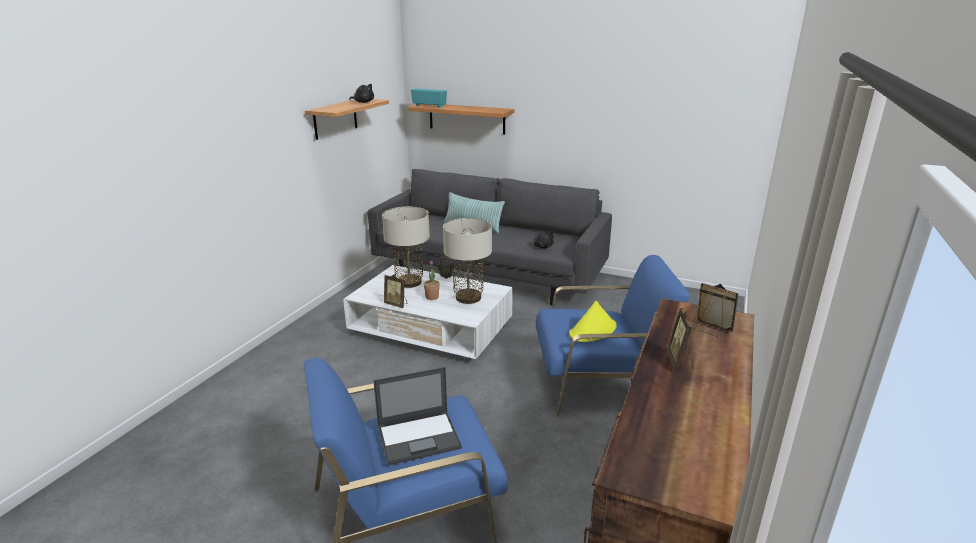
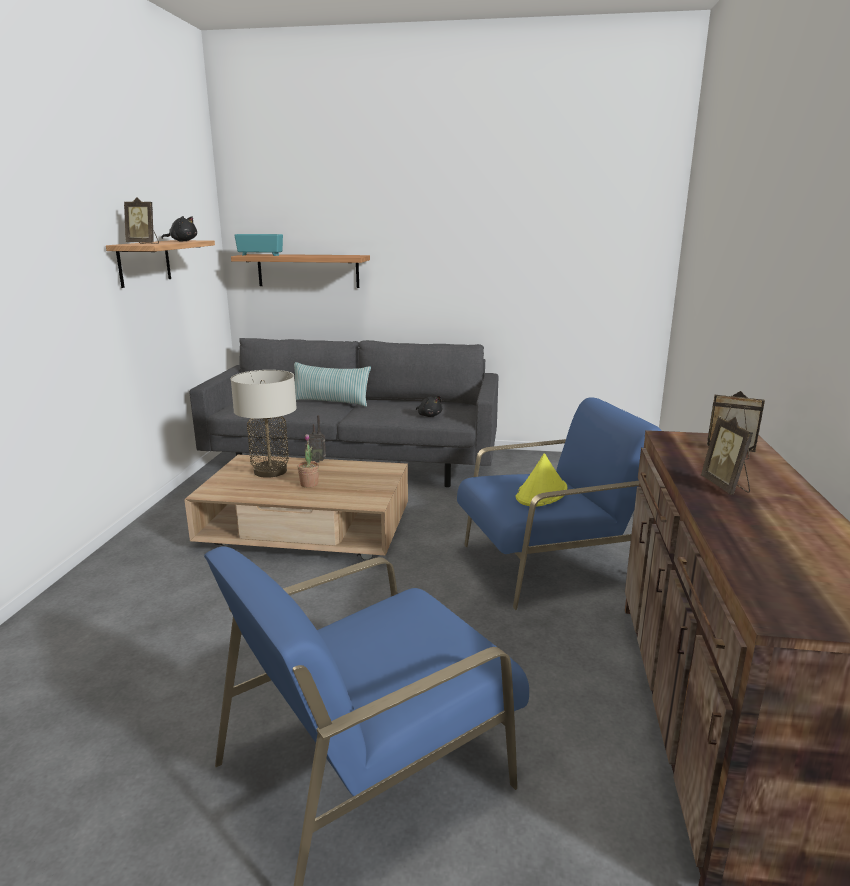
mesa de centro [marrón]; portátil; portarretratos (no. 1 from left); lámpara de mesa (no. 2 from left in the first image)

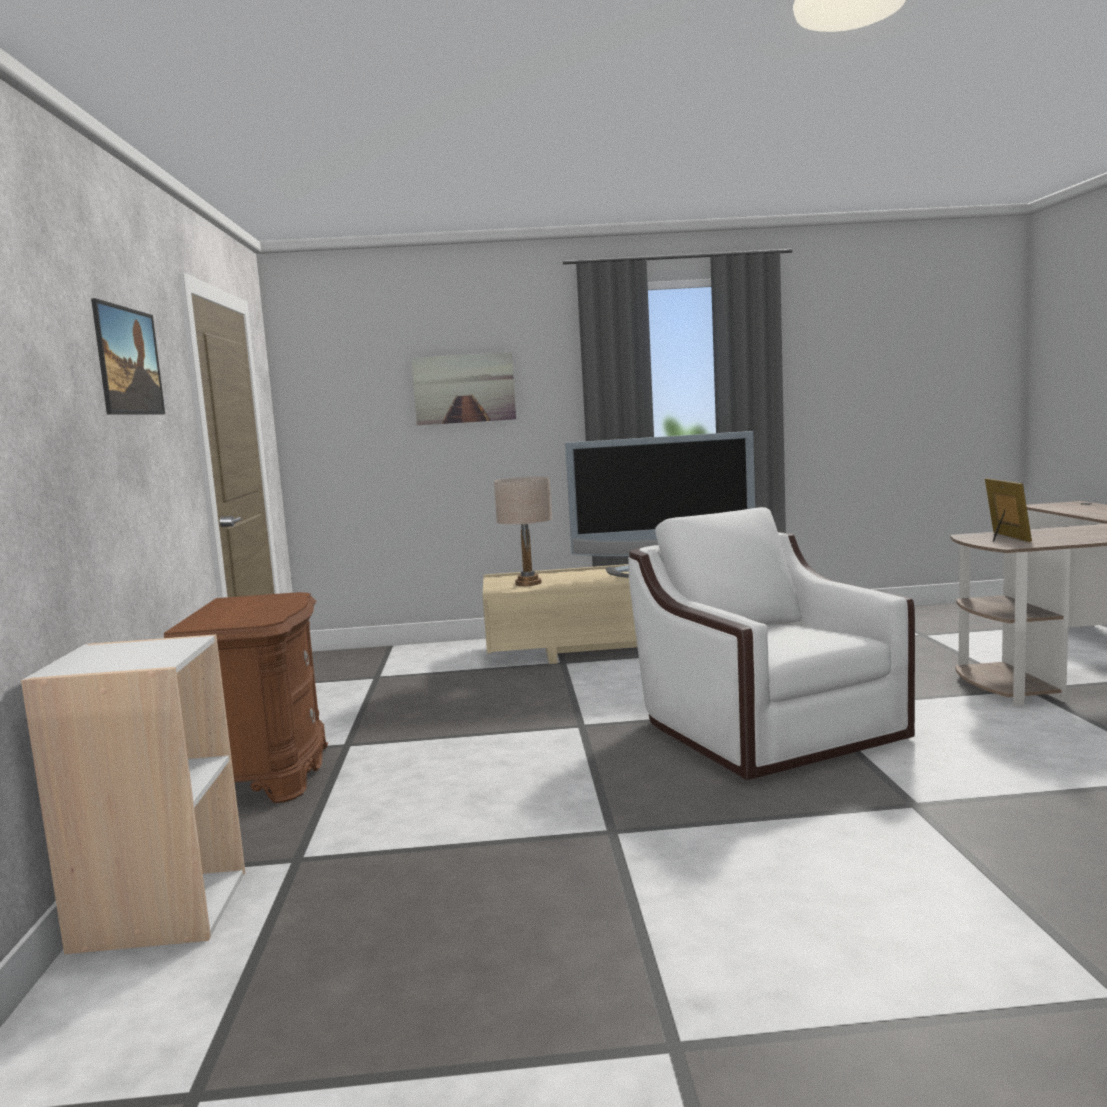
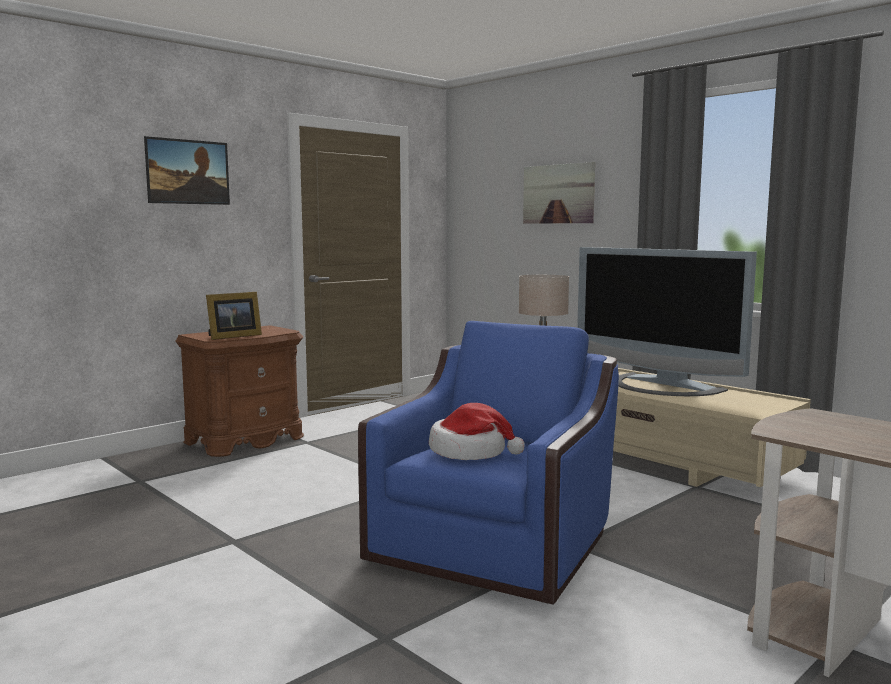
estantería; sillón [azul]; portarretratos; sombrero

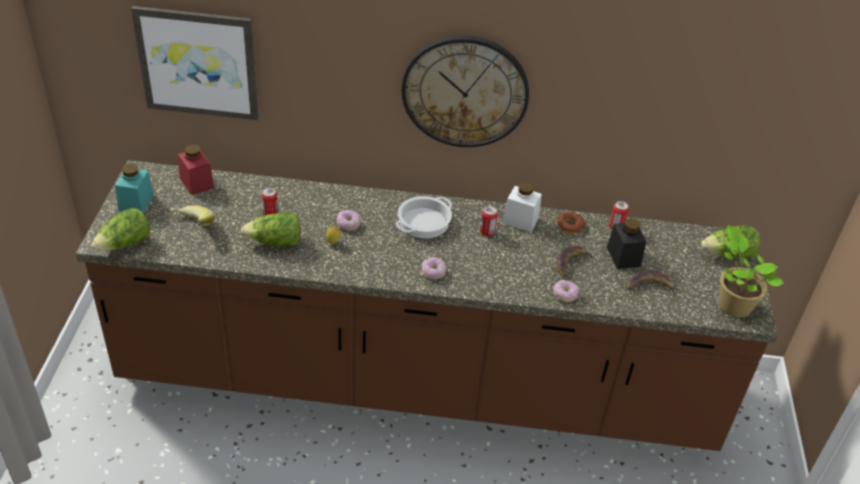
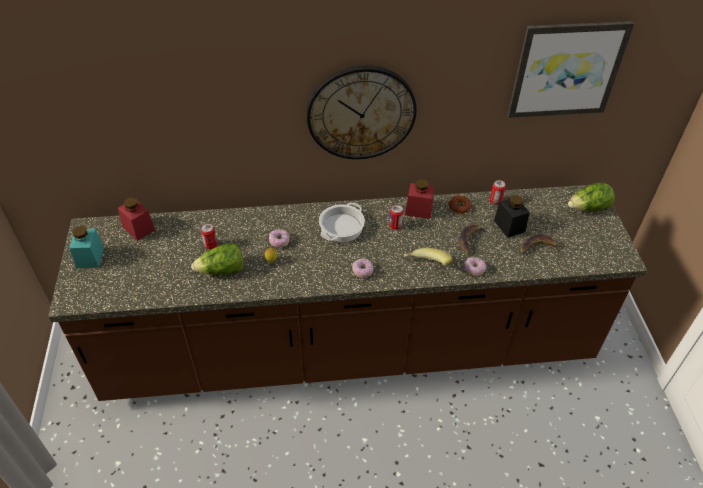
lechuga (no. 1 from left in the first image); cuadro; plátano (no. 1 from left); tarro [rojo] (no. 2 from left); planta en maceta

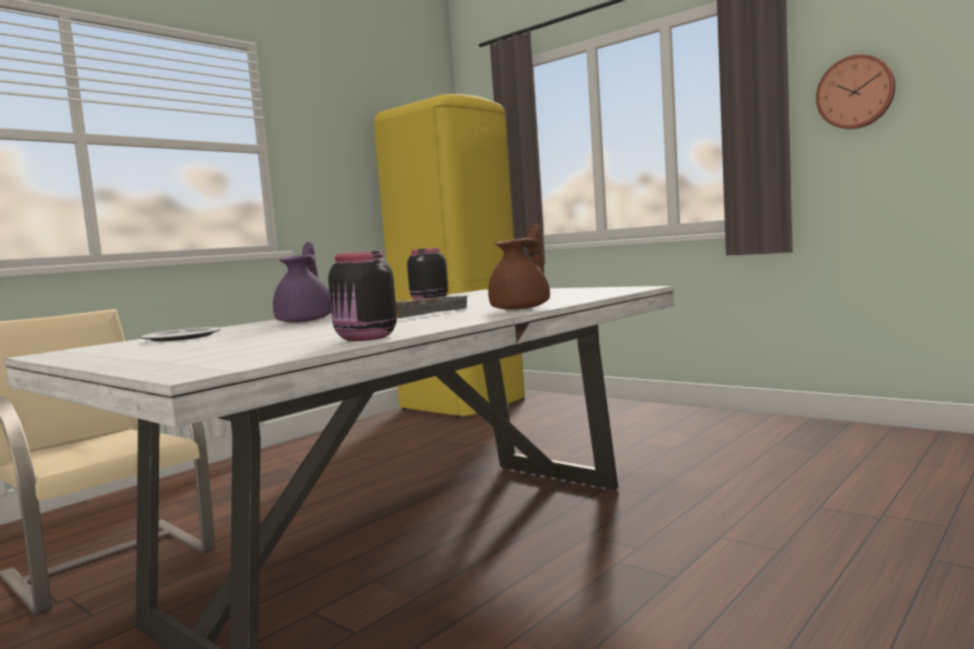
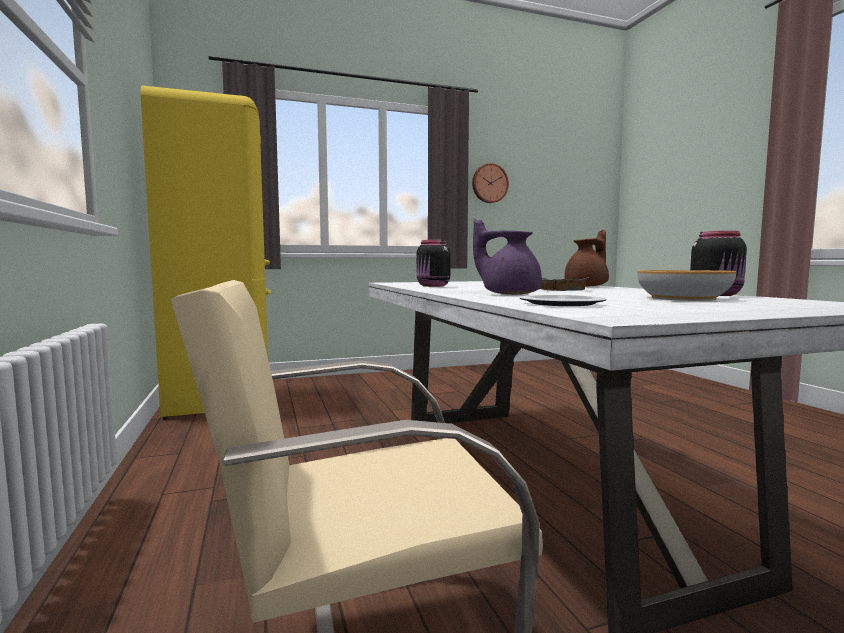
tetera [marrón]; cuenco

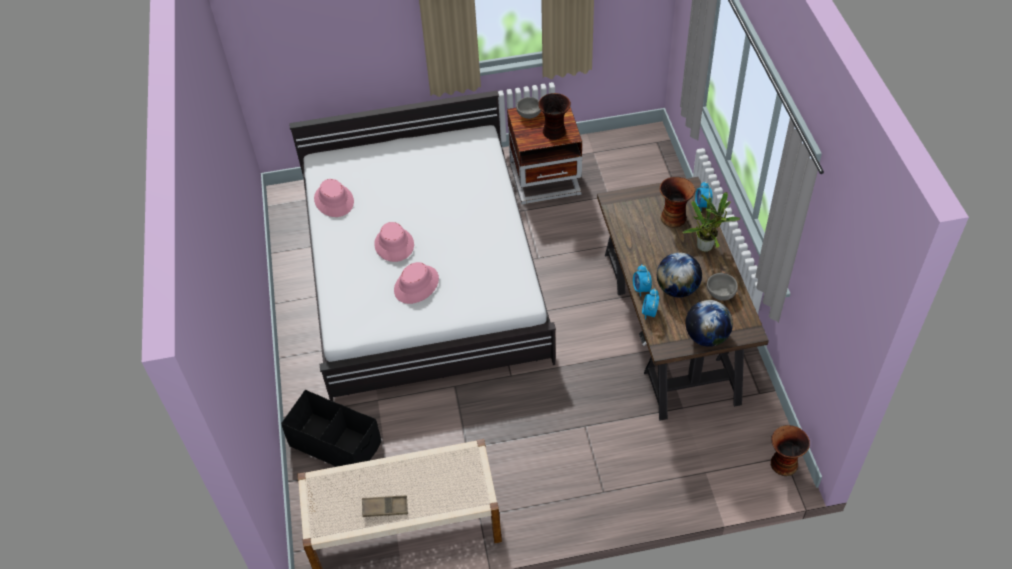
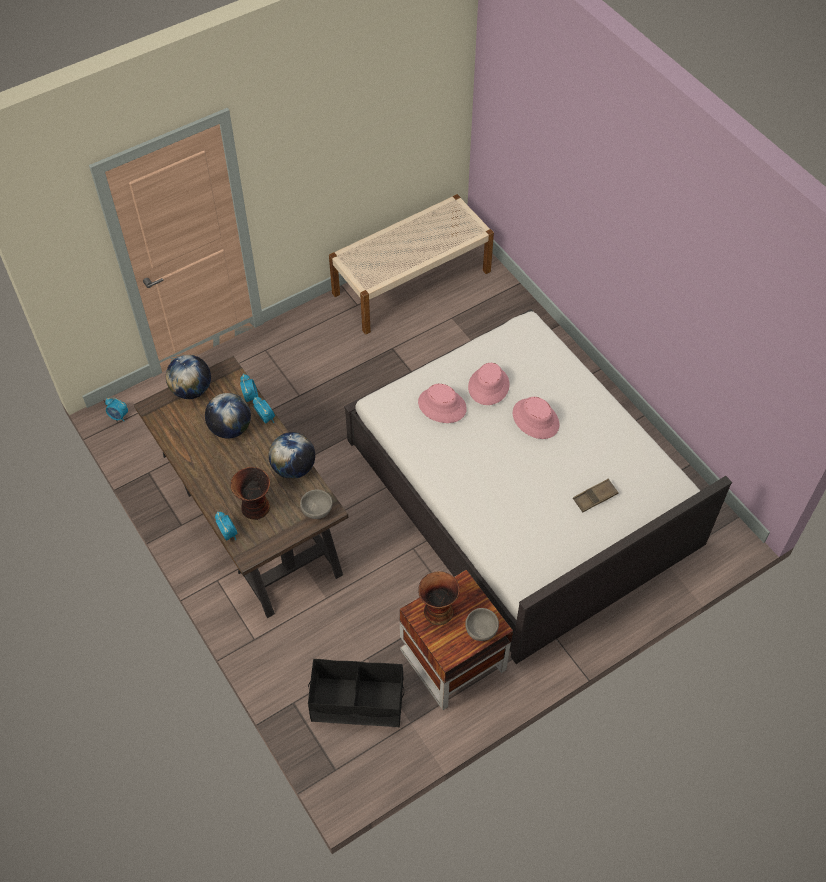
caja de almacenaje [negro]; sombrero [rosa] (no. 1 from left); bandeja [marrón]; planta en maceta; cuenco [gris] (no. 1 from left); despertador (no. 1 from left); globo terráqueo (no. 3 from left)

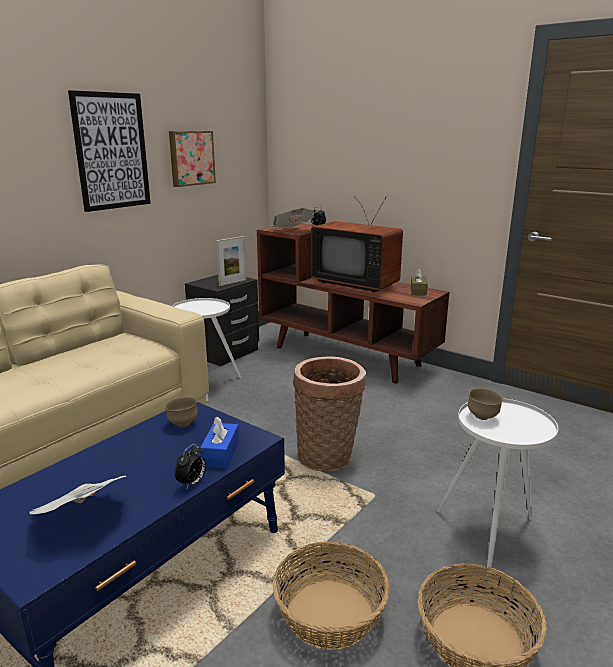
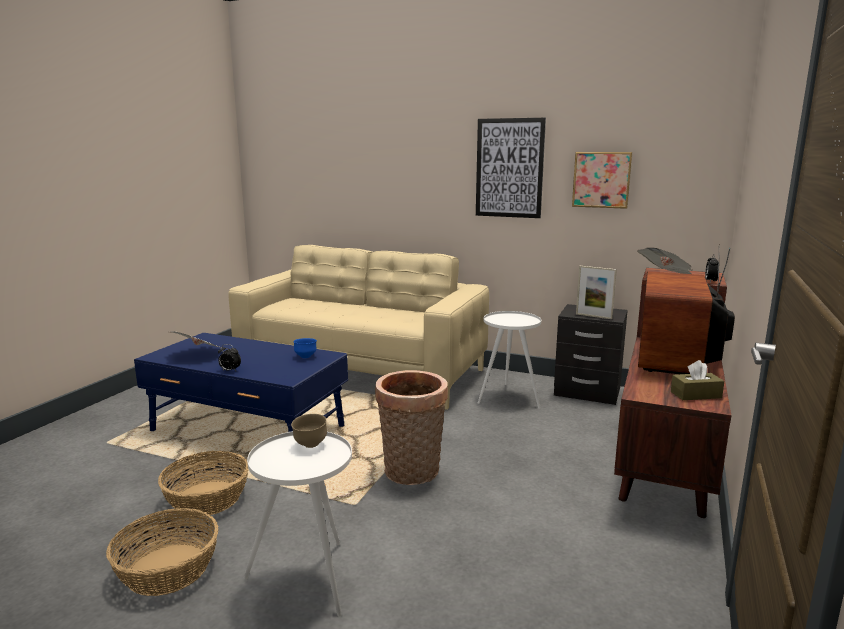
cuenco [azul]; caja de pañuelos [azul]

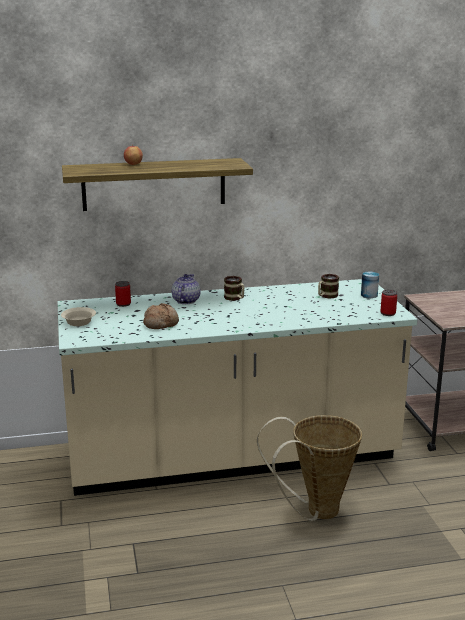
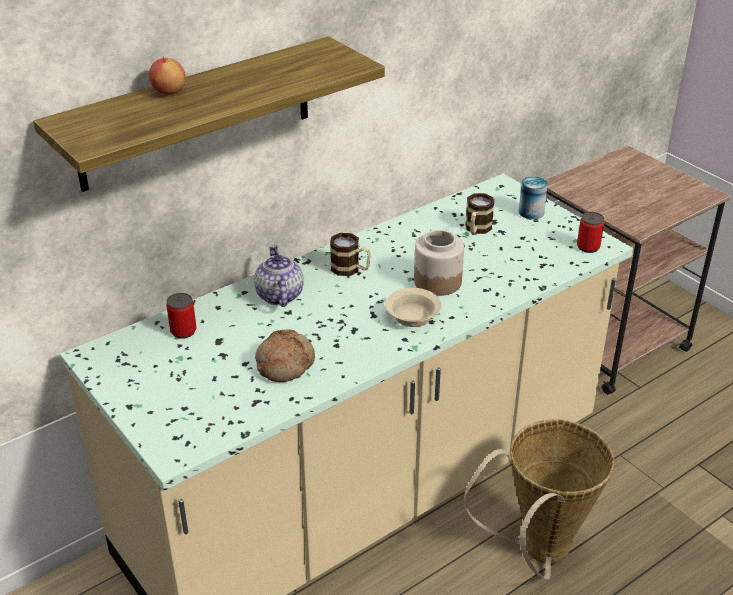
cuenco [beis]; tarro

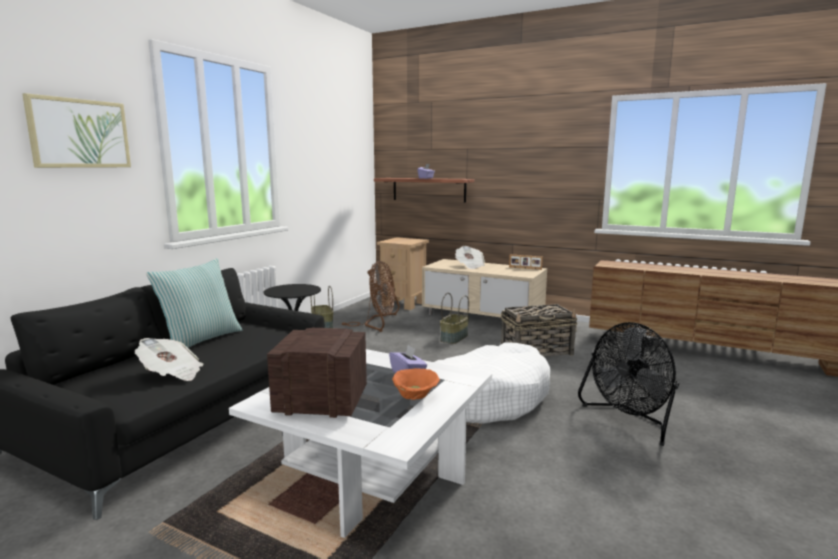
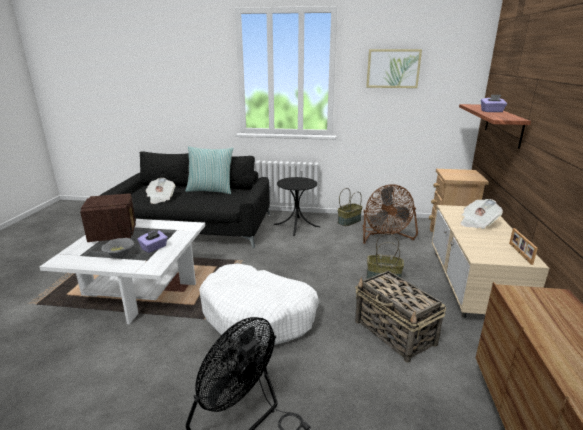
cuadro; cuenco [gris]

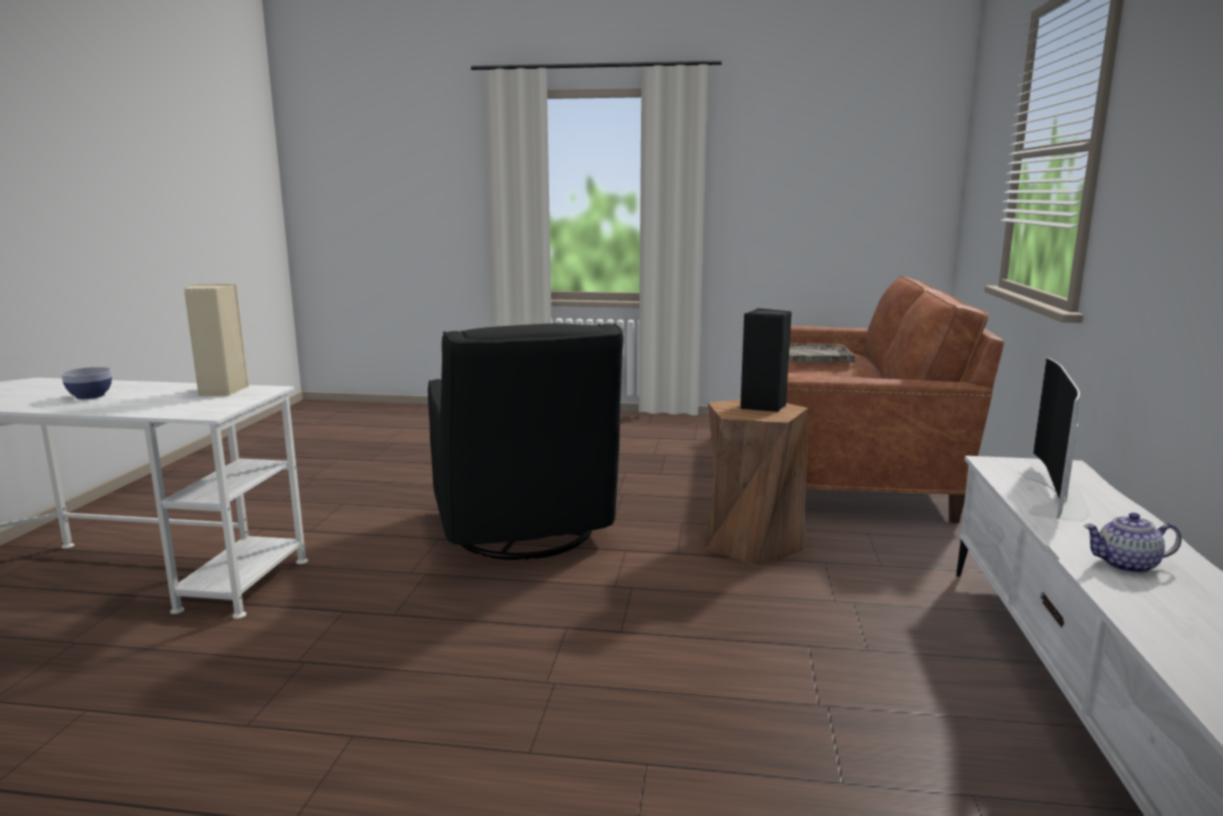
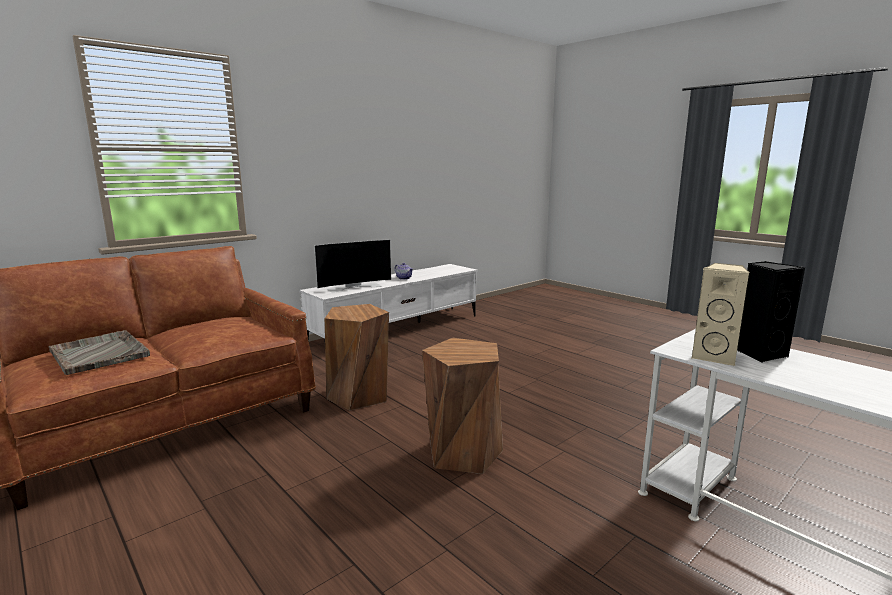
cuenco; taburete [marrón] (no. 2 from left); altavoz [negro]

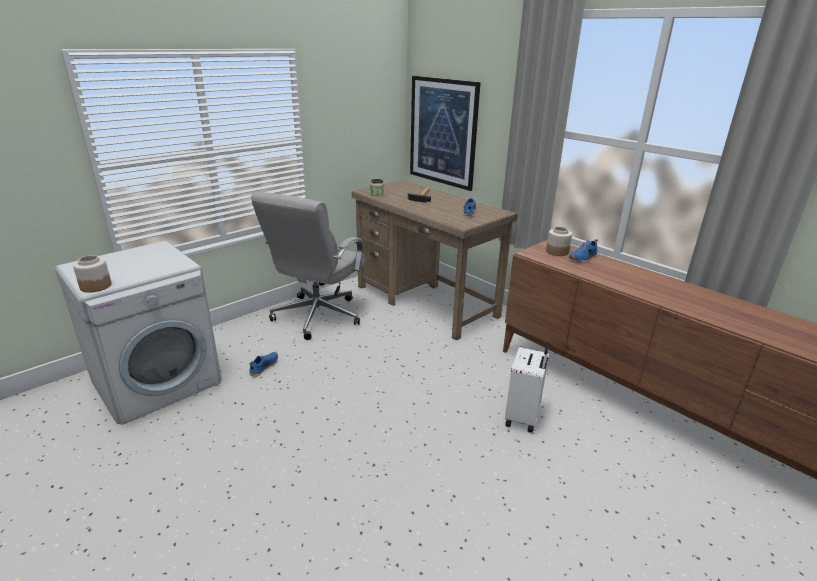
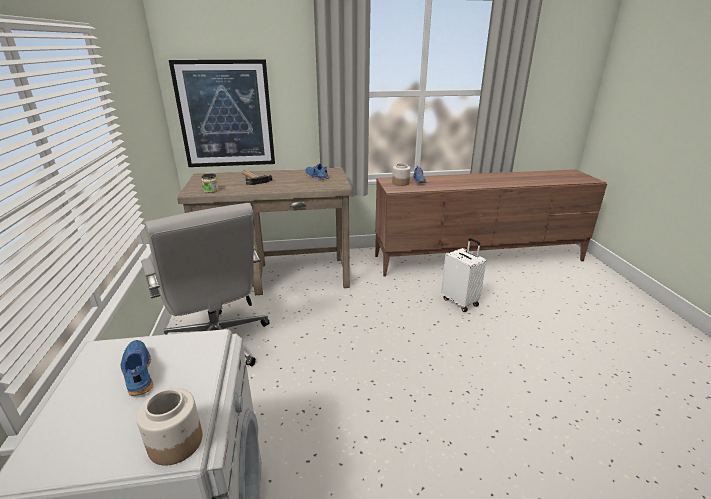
zapato [azul] (no. 1 from left)

